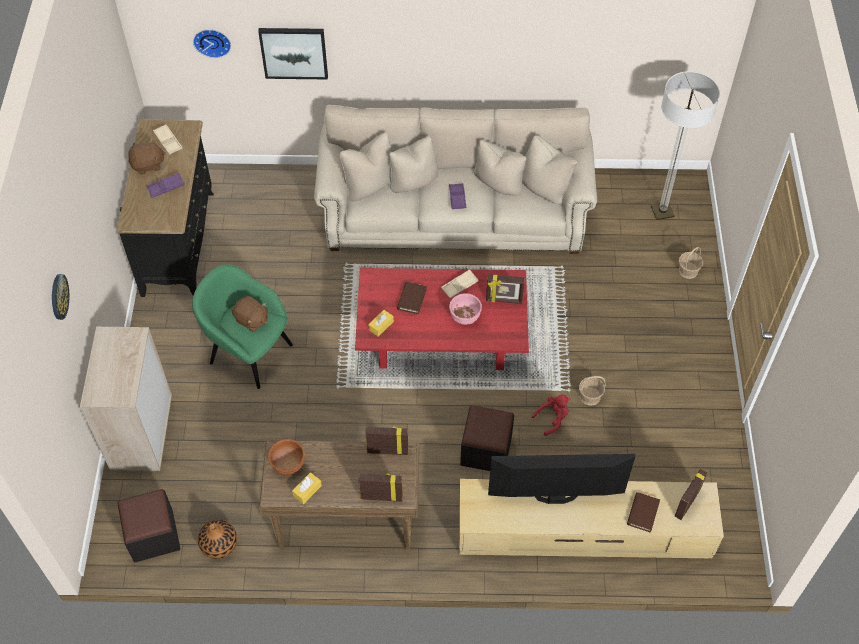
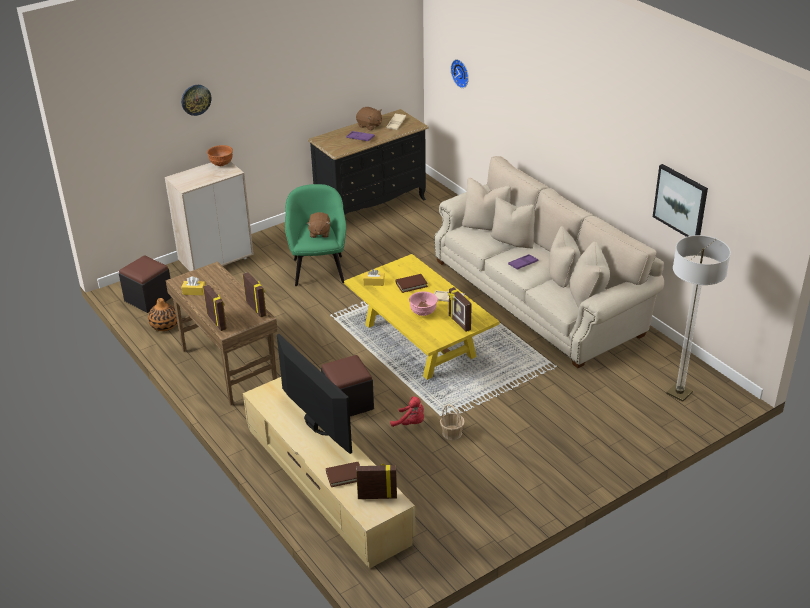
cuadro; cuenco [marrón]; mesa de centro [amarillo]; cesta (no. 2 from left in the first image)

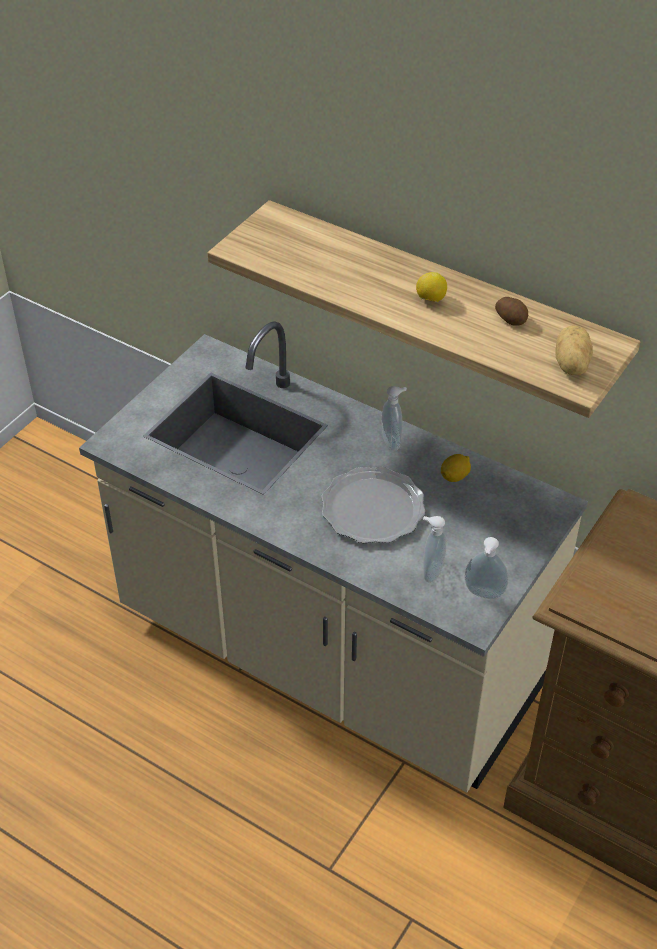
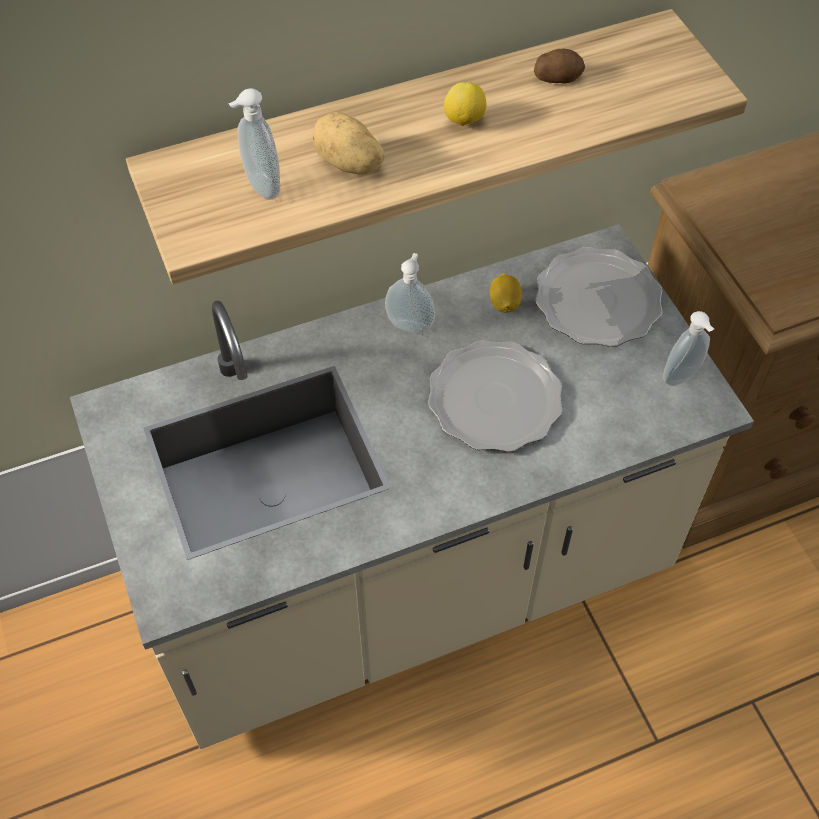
dispensador de jabón (no. 1 from left); patata (no. 1 from left); plato (no. 2 from left)

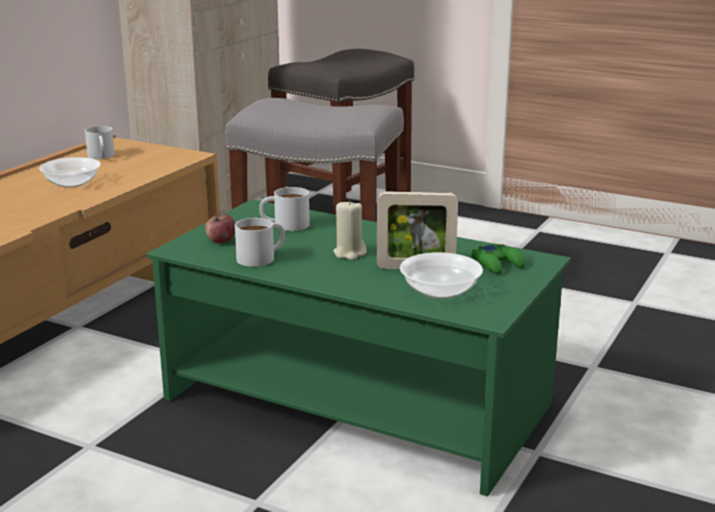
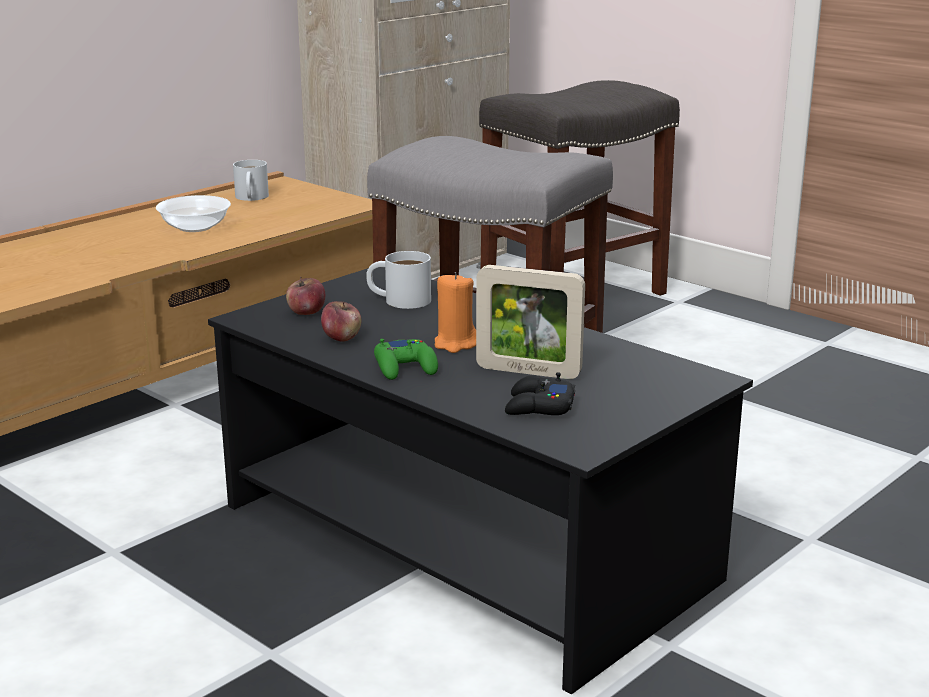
mesa de centro [negro]; manzana (no. 2 from left); vela [naranja]; mando de consola [negro]; mando de consola [verde]

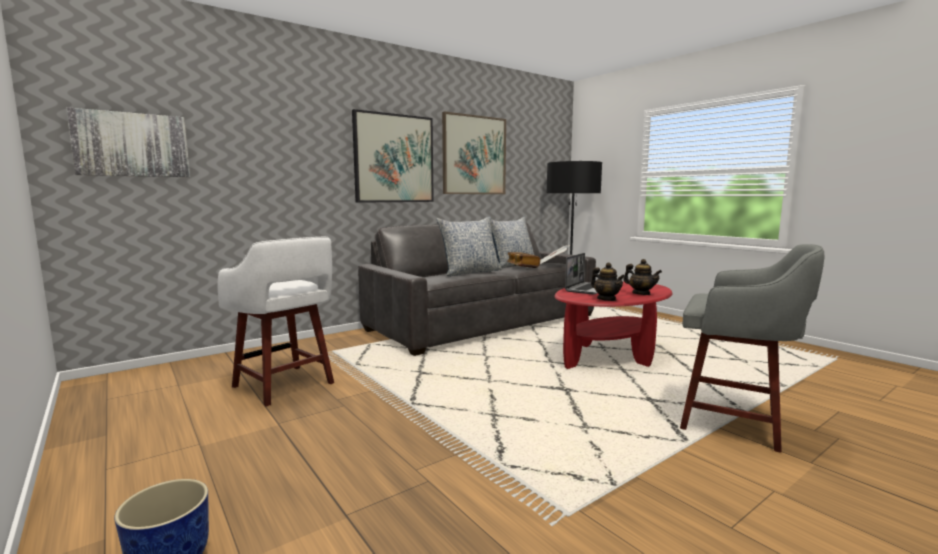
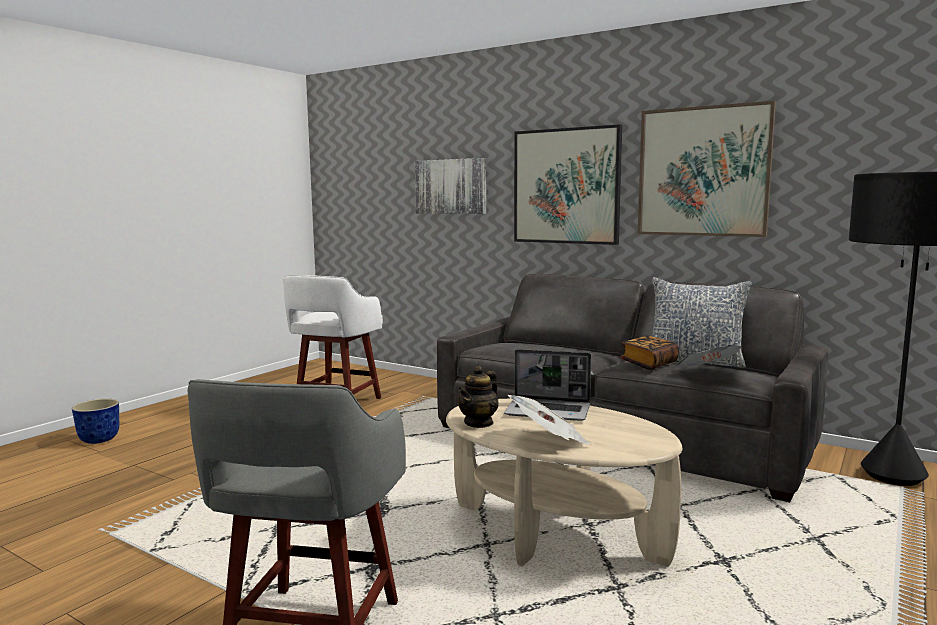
cuadro (no. 1 from left); cojín (no. 1 from left in the first image); mesa de centro [beis]; periódico (no. 1 from left)

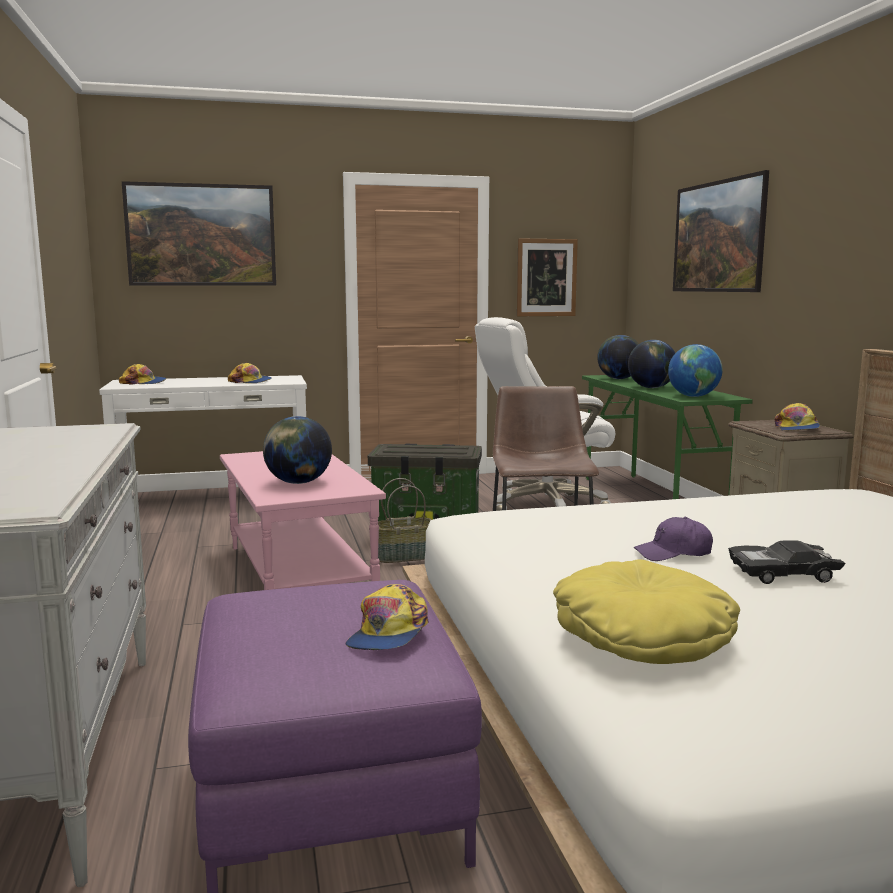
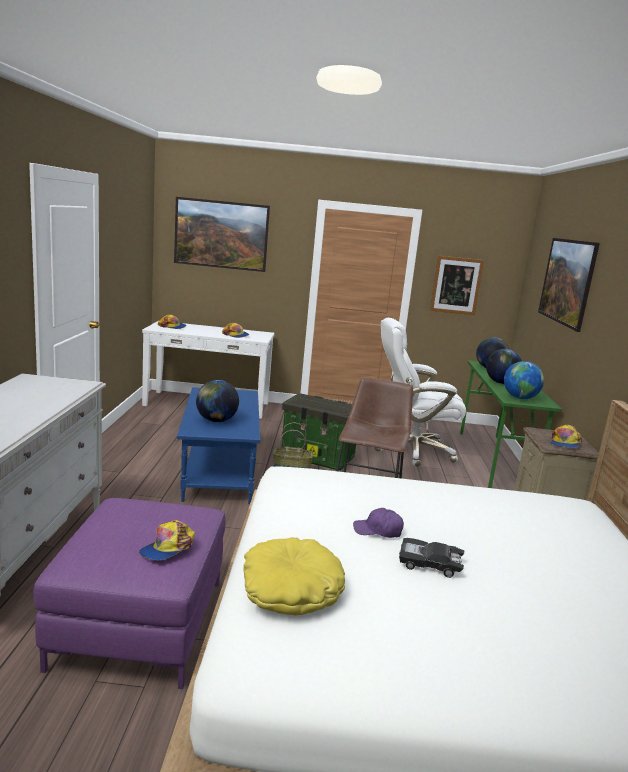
mesa de centro [azul]

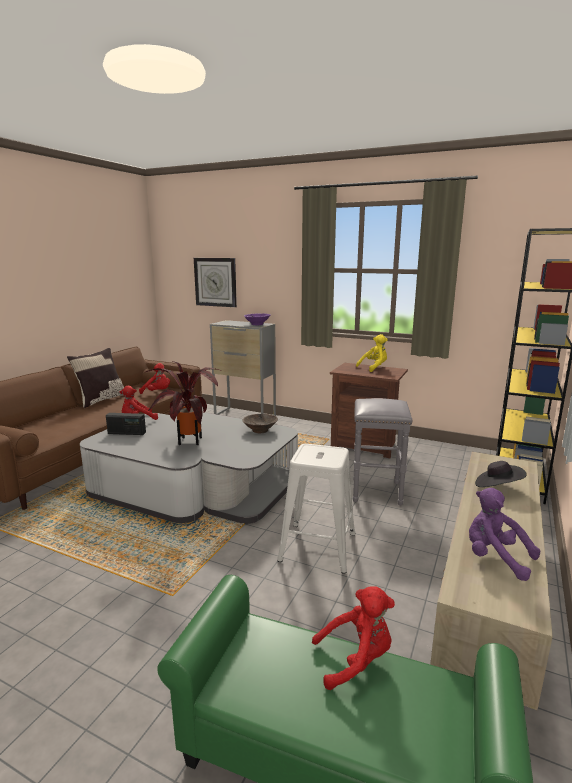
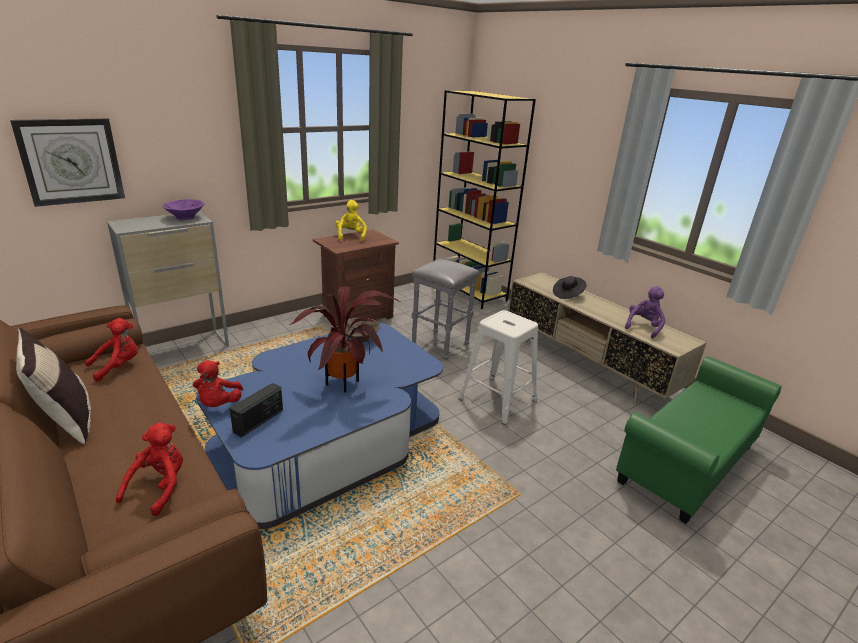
mesa de centro [azul]; peluche [rojo] (no. 2 from left); peluche [morado]

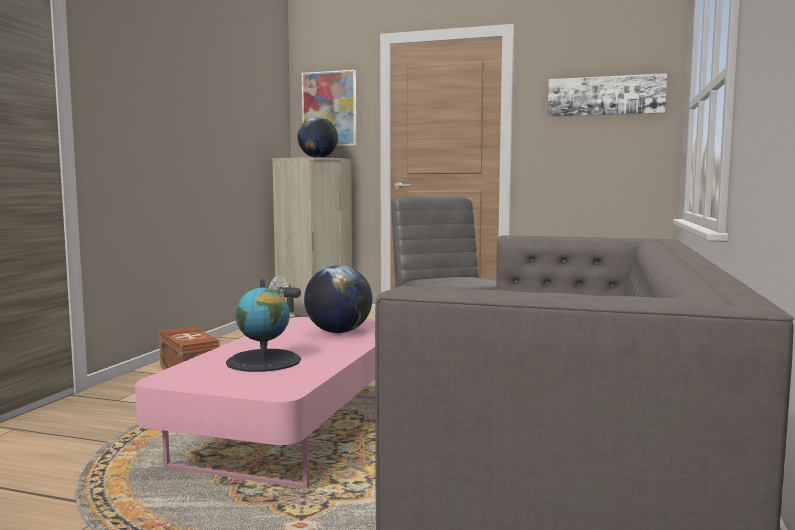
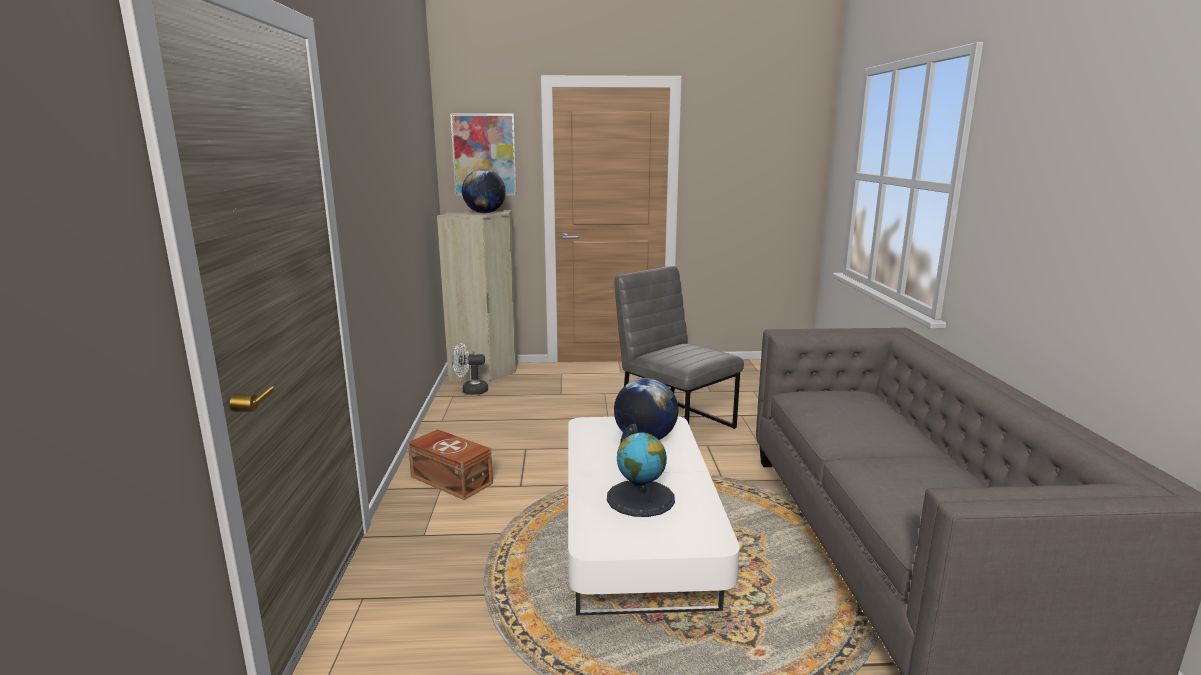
mesa de centro [blanco]; cuadro (no. 2 from left in the first image)

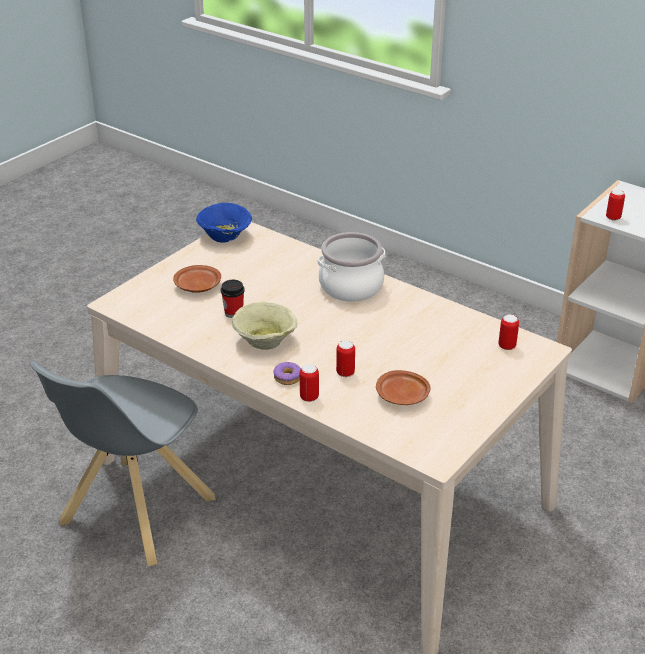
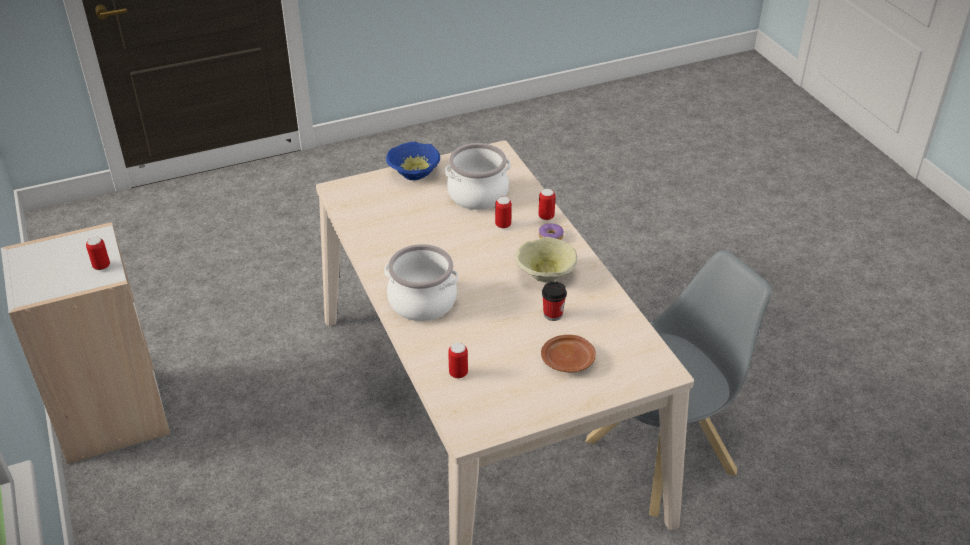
cuenco [azul]; olla (no. 2 from left); lata (no. 2 from left)

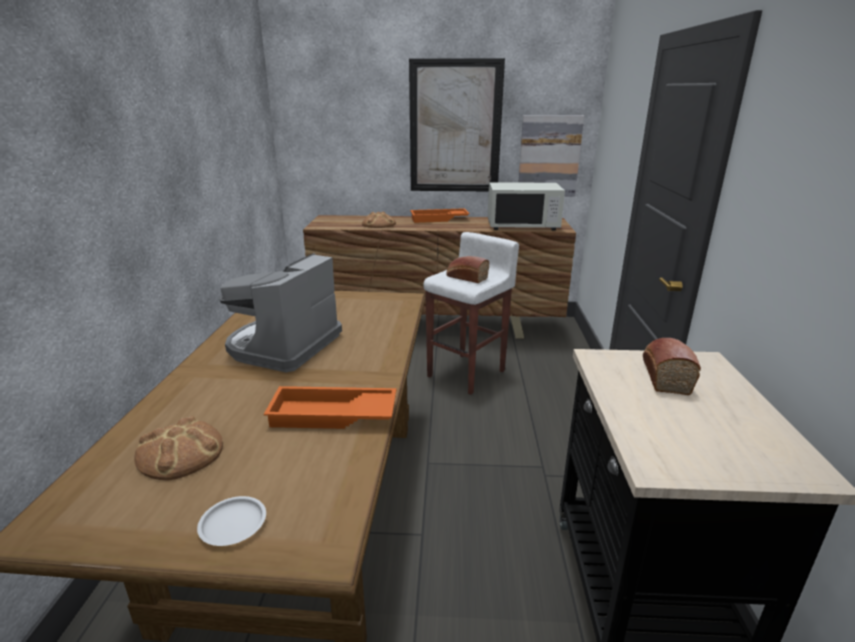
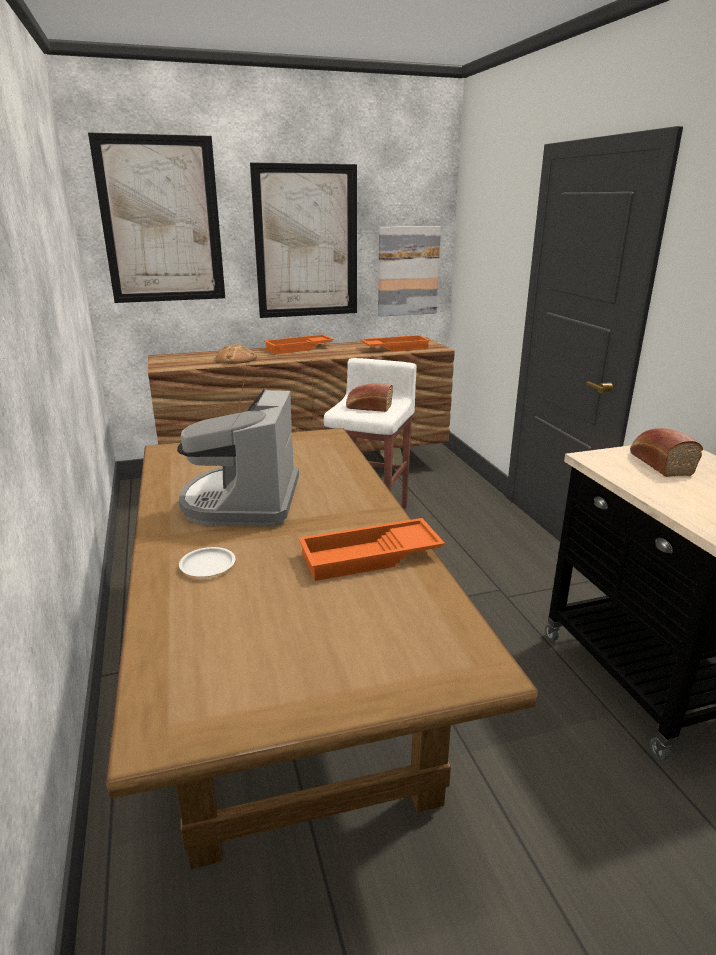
pan (no. 1 from left in the first image); plato [blanco]; bandeja [naranja] (no. 3 from left); cuadro (no. 1 from left)

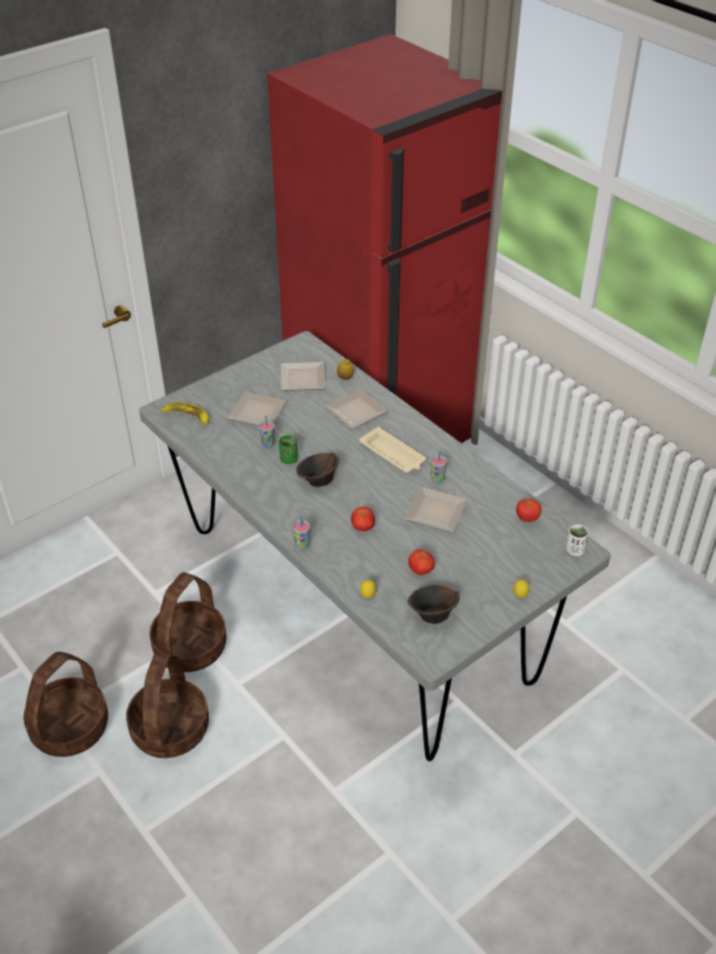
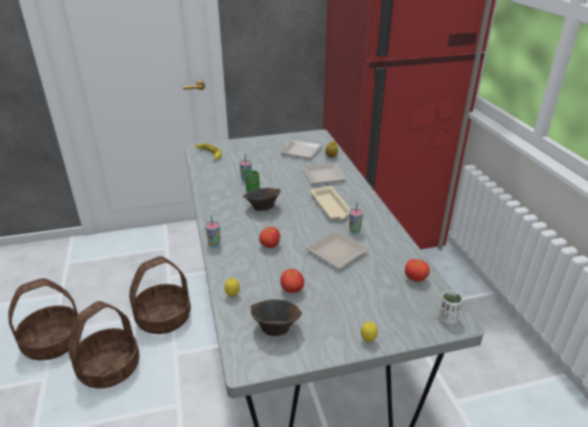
plato (no. 1 from left in the first image)

